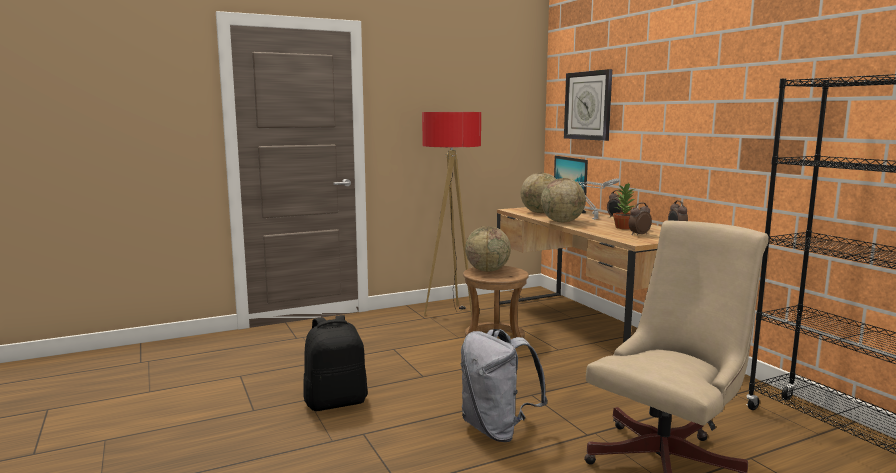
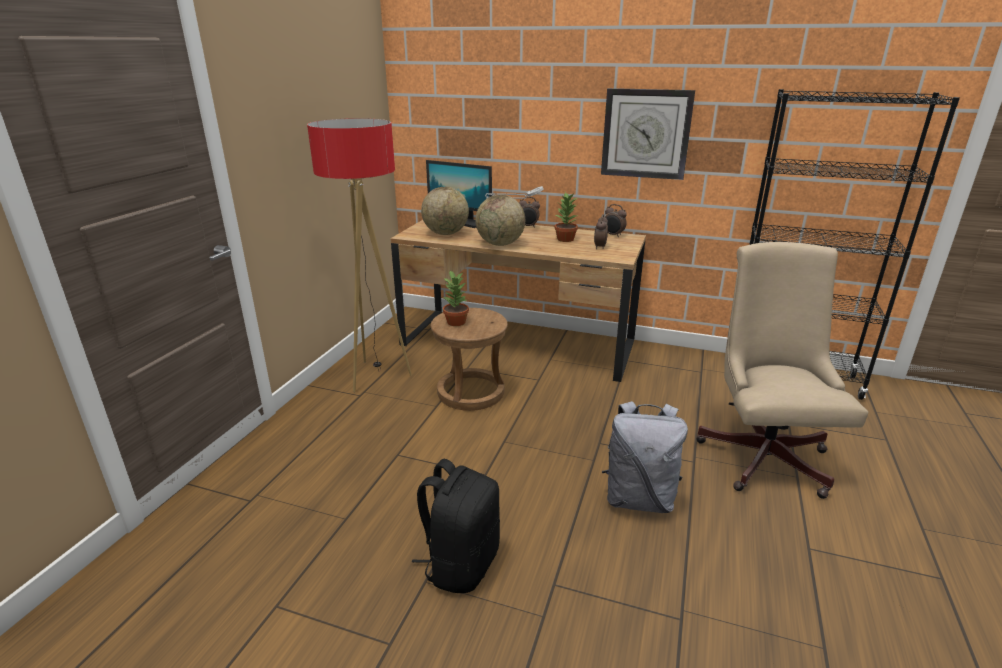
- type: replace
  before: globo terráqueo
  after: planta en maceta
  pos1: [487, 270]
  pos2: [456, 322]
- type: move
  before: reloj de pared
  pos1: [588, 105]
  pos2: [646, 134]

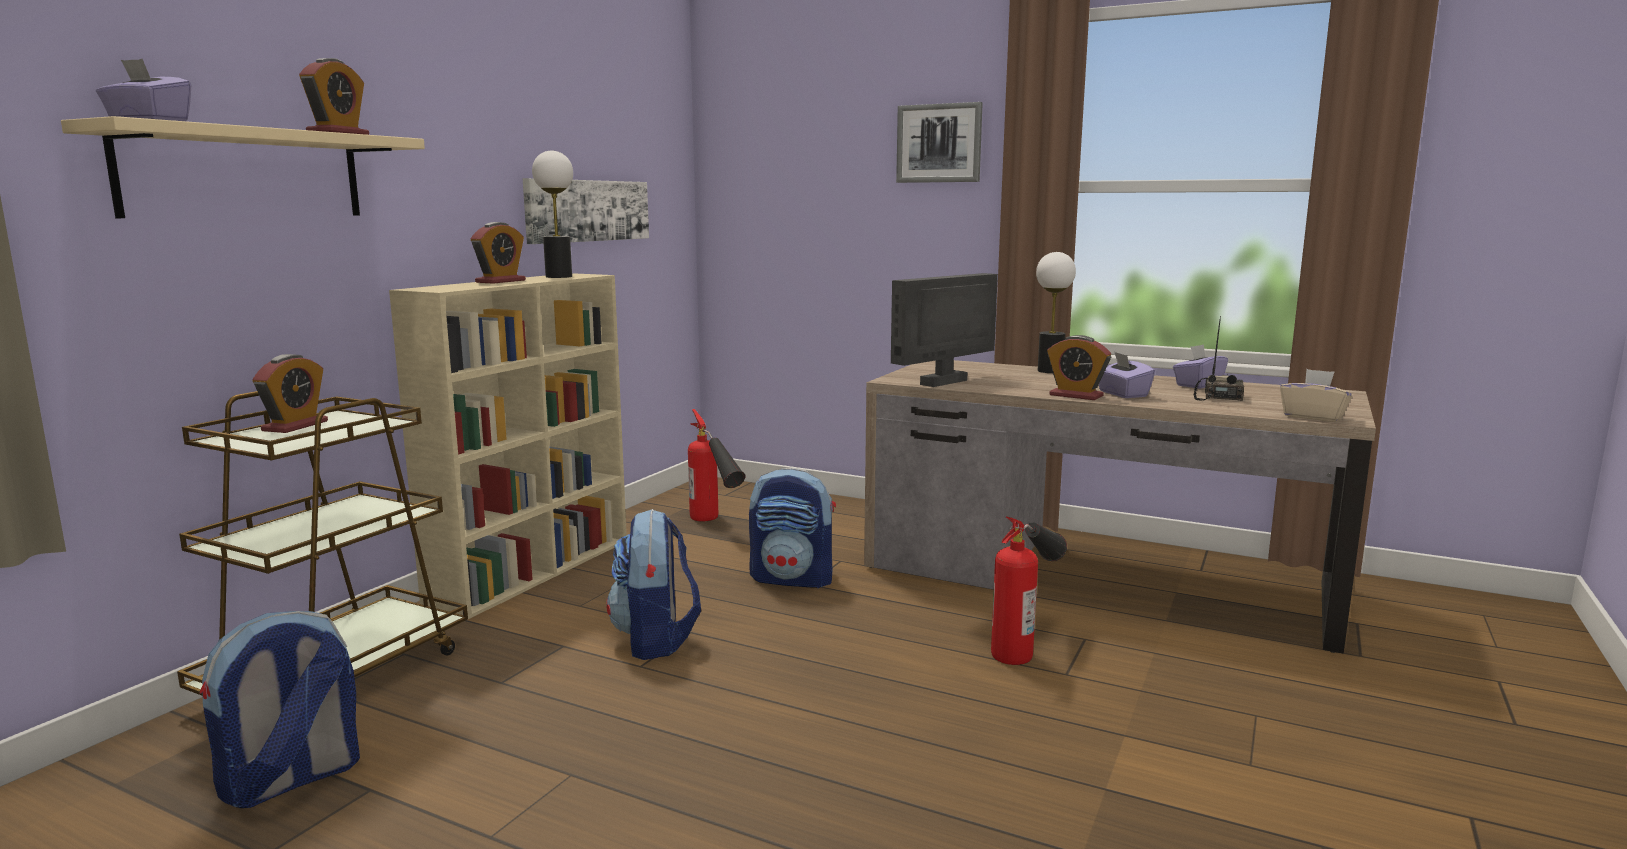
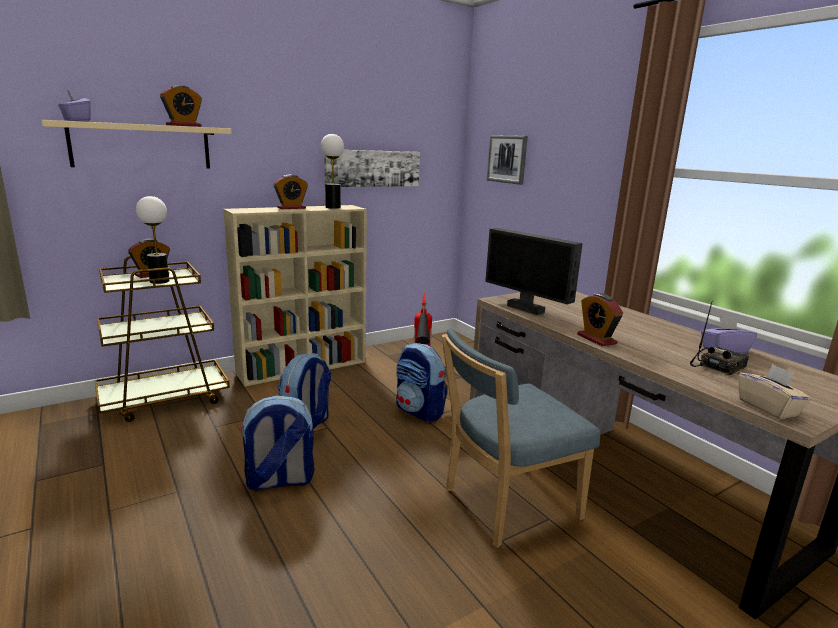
- type: move
  before: mochila
  pos1: [291, 780]
  pos2: [279, 481]
- type: rotate
  before: monitor
  pos1: [945, 382]
  pos2: [526, 309]
  turn: -120
- type: move
  before: cuadro
  pos1: [939, 143]
  pos2: [507, 159]
- type: replace
  before: extintor
  after: silla/azul
  pos1: [1025, 641]
  pos2: [505, 505]
- type: move
  before: lámpara de mesa
  pos1: [1050, 371]
  pos2: [159, 281]
- type: delete
  before: caja de pañuelos/morado
  pos1: [1122, 394]

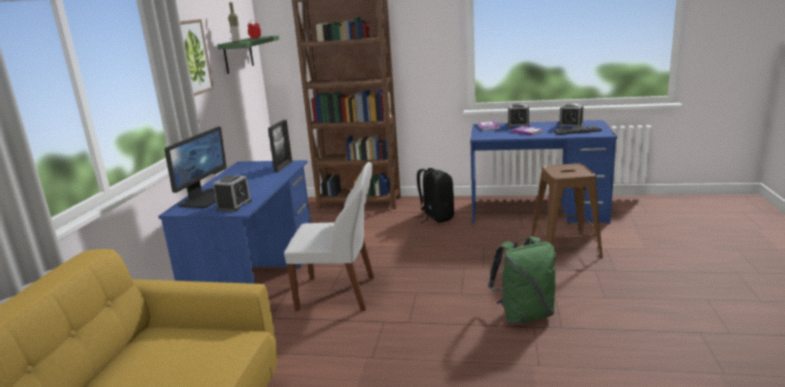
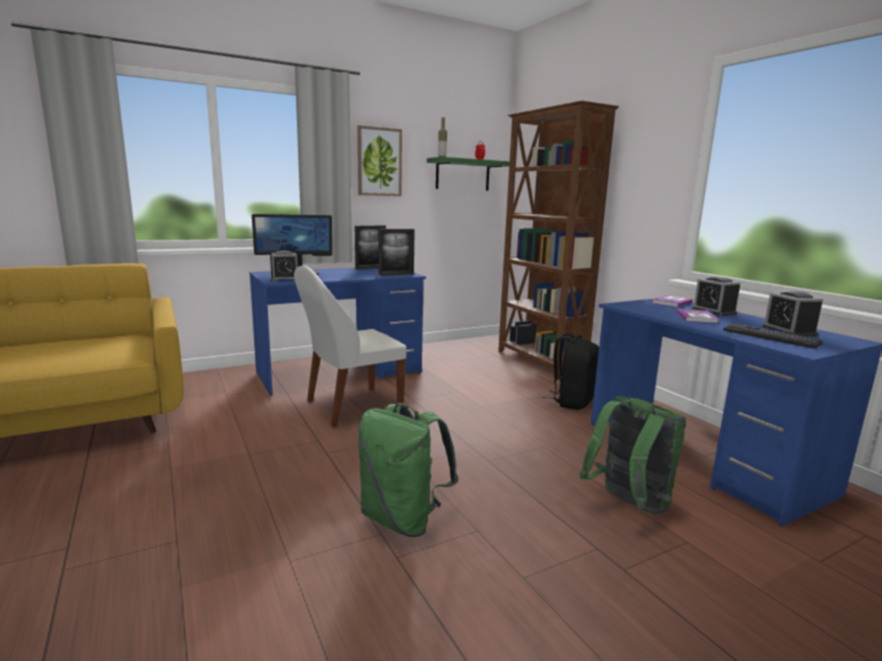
- type: rotate
  before: silla/blanco
  pos1: [339, 294]
  pos2: [351, 407]
  turn: 90
- type: replace
  before: taburete/marrón
  after: mochila/verde
  pos1: [565, 248]
  pos2: [628, 505]
- type: insert
  after: portarretratos
  pos2: [370, 268]

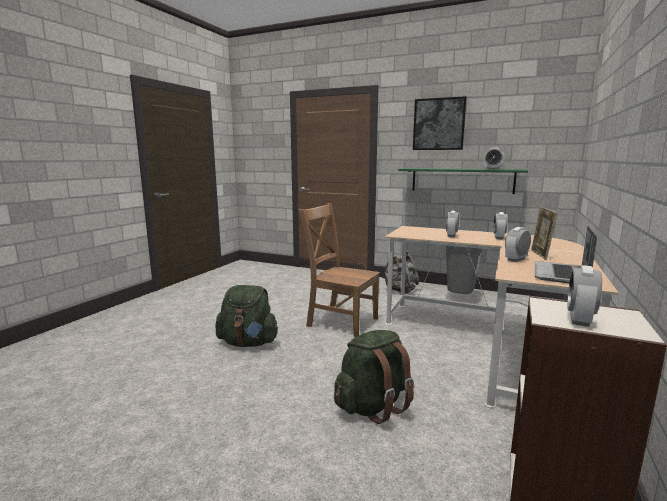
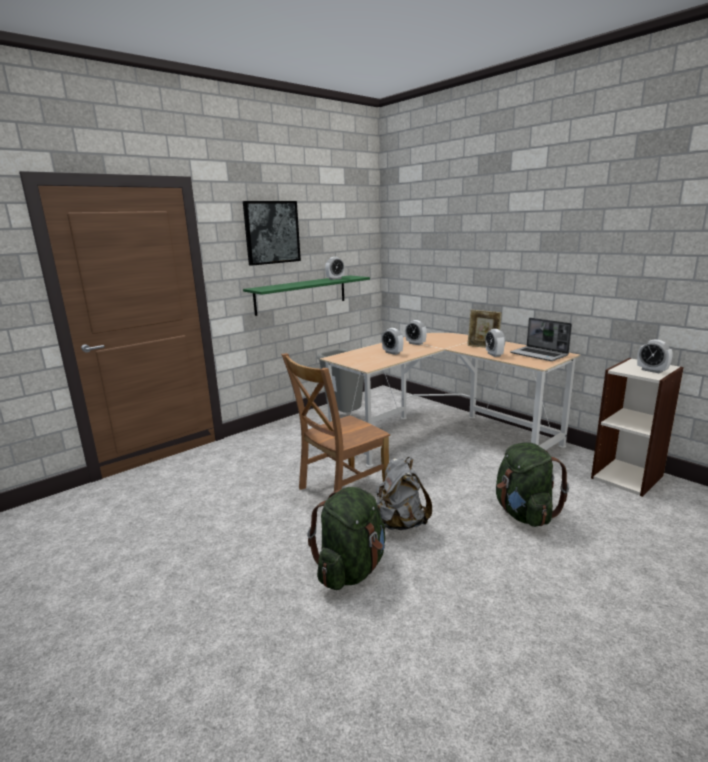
- type: move
  before: mochila/gris
  pos1: [400, 290]
  pos2: [400, 523]

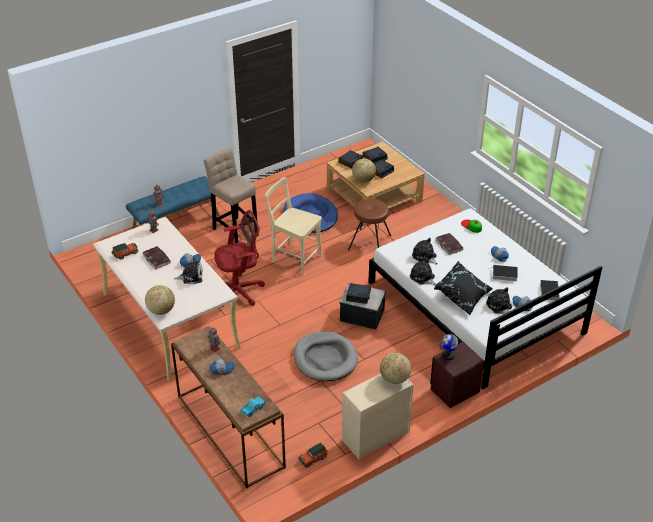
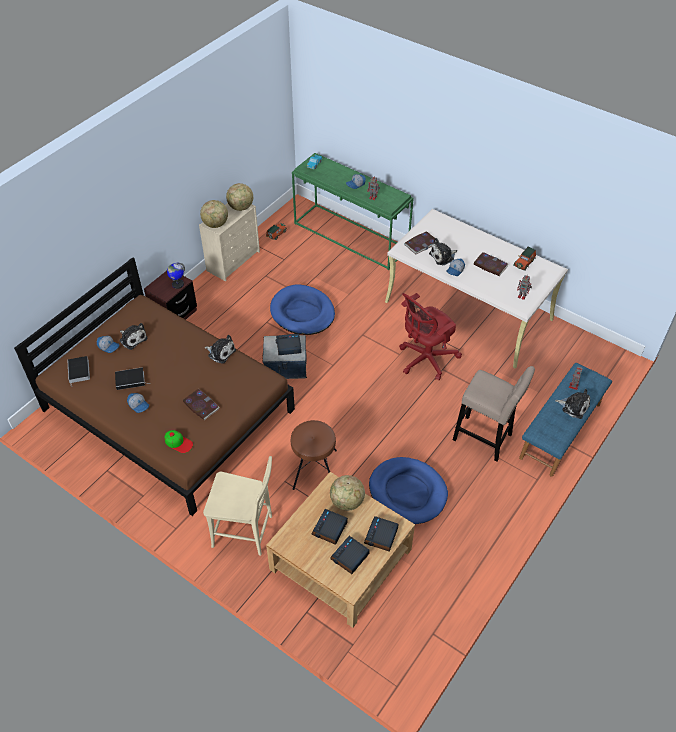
- type: move
  before: globo terráqueo
  pos1: [161, 310]
  pos2: [241, 207]
- type: recolor
  before: mesa consola/marrón
  after: mesa consola/verde
  pos1: [228, 431]
  pos2: [352, 236]
- type: move
  before: silla/beis
  pos1: [294, 258]
  pos2: [246, 532]
- type: recolor
  before: cama para perro/gris
  after: cama para perro/azul
  pos1: [325, 359]
  pos2: [302, 312]
- type: recolor
  before: cama/blanco
  after: cama/marrón
  pos1: [474, 307]
  pos2: [168, 409]
- type: move
  before: peluche
  pos1: [425, 257]
  pos2: [573, 406]
- type: delete
  before: cojín/negro
  pos1: [463, 296]
- type: insert
  after: libro
  pos2: [421, 244]

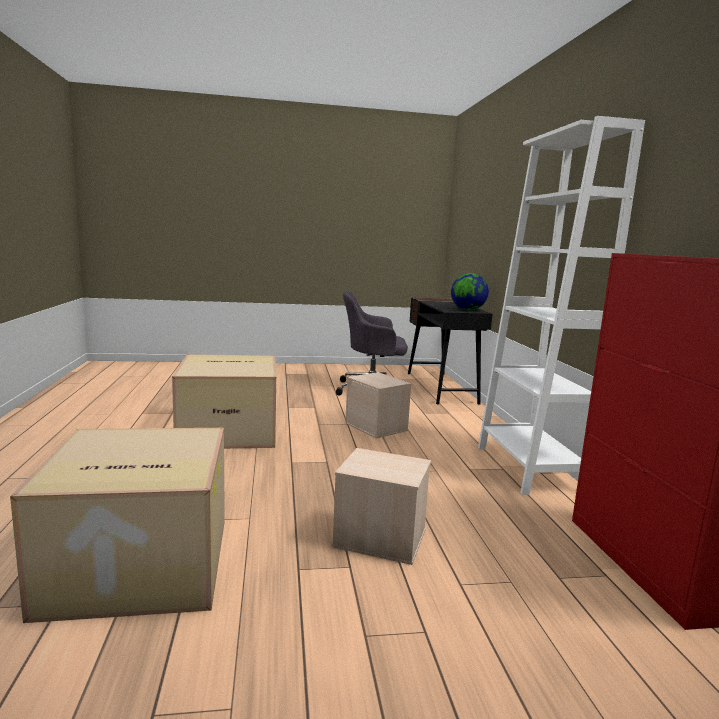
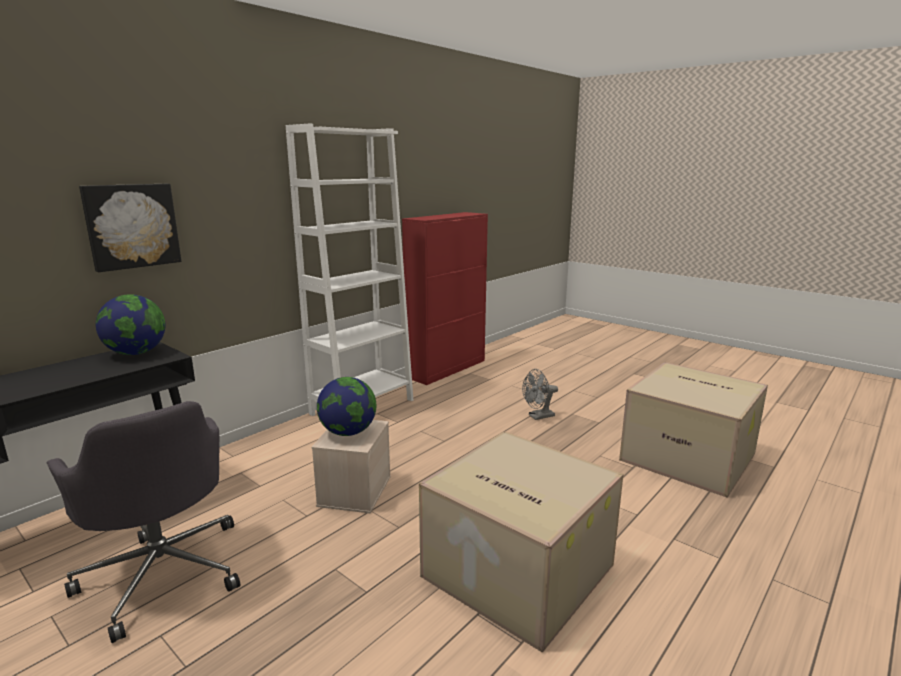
- type: replace
  before: caja de almacenaje/beis
  after: ventilador/gris
  pos1: [378, 538]
  pos2: [538, 416]
- type: insert
  after: cuadro
  pos2: [132, 226]
- type: insert
  after: globo terráqueo
  pos2: [348, 432]

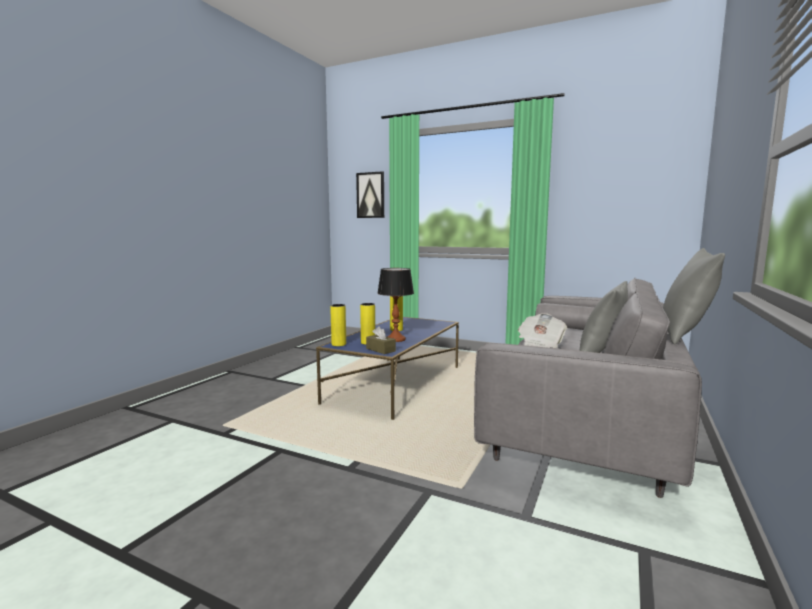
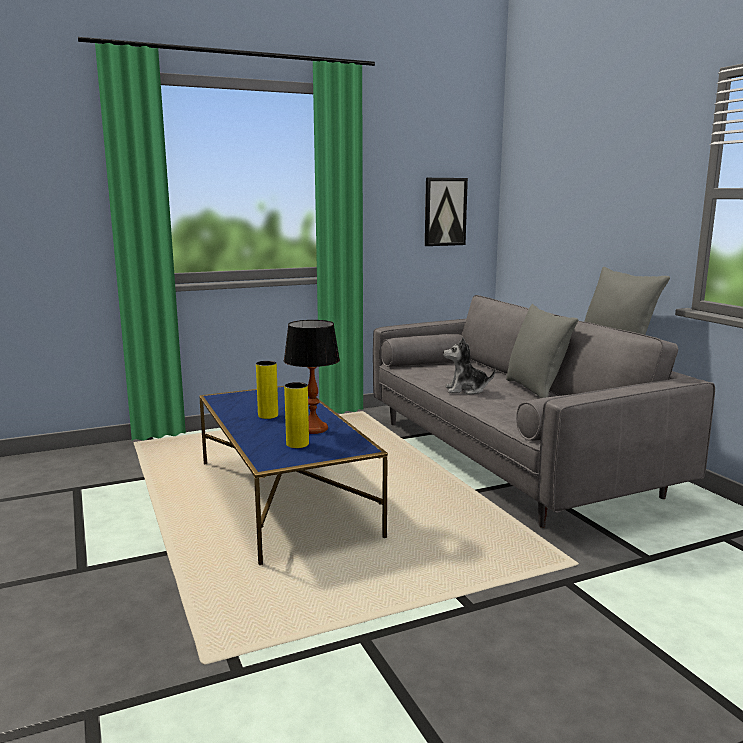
- type: delete
  before: florero/amarillo
  pos1: [338, 344]
- type: move
  before: cuadro
  pos1: [371, 195]
  pos2: [445, 212]
- type: delete
  before: caja de pañuelos/marrón
  pos1: [380, 350]
- type: replace
  before: periódico
  after: peluche
  pos1: [540, 344]
  pos2: [466, 390]

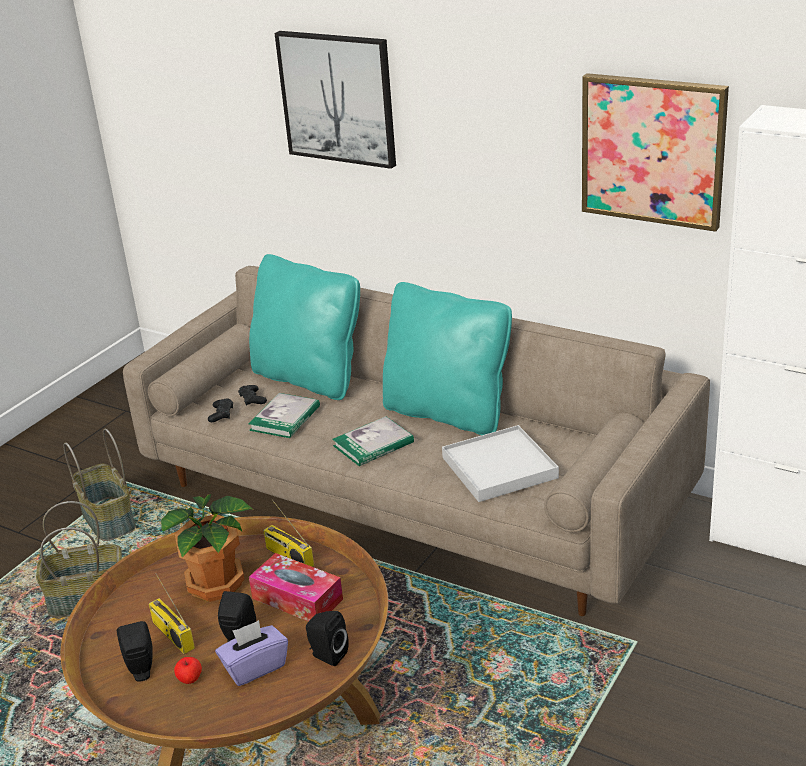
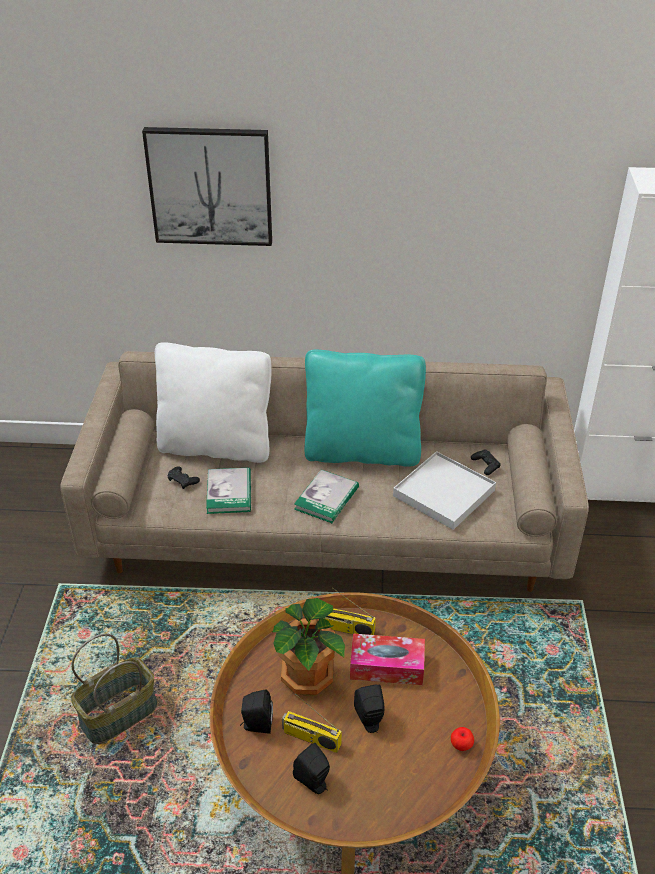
- type: delete
  before: cesta
  pos1: [109, 519]
- type: move
  before: manzana
  pos1: [190, 679]
  pos2: [461, 745]
- type: move
  before: mando de consola/negro
  pos1: [221, 414]
  pos2: [485, 465]
- type: delete
  before: caja de pañuelos/morado
  pos1: [255, 667]
- type: recolor
  before: cojín/turquesa
  after: cojín/blanco
  pos1: [309, 378]
  pos2: [216, 446]
- type: move
  before: altavoz/negro
  pos1: [327, 655]
  pos2: [256, 725]
- type: delete
  before: cuadro
  pos1: [653, 150]

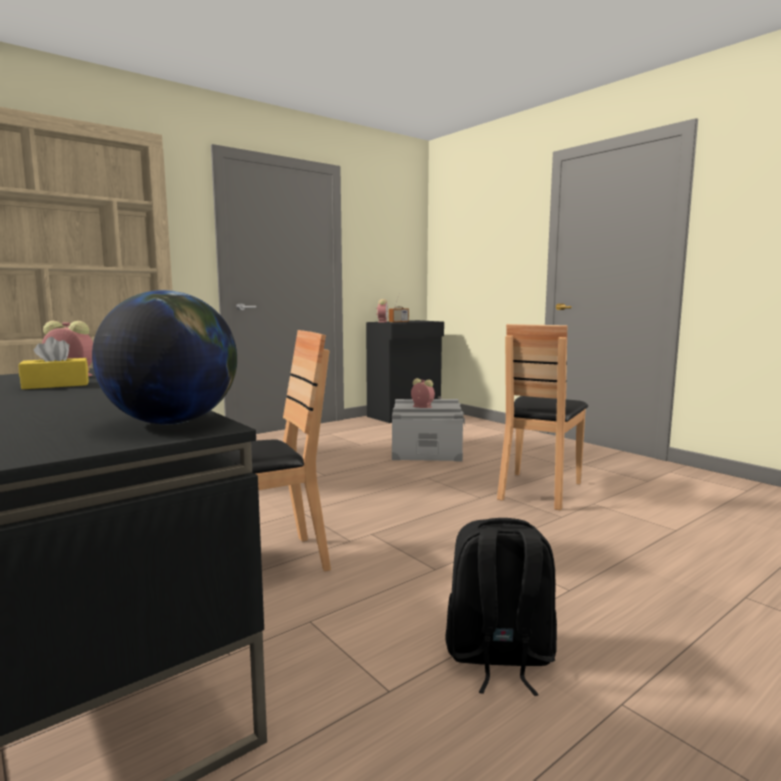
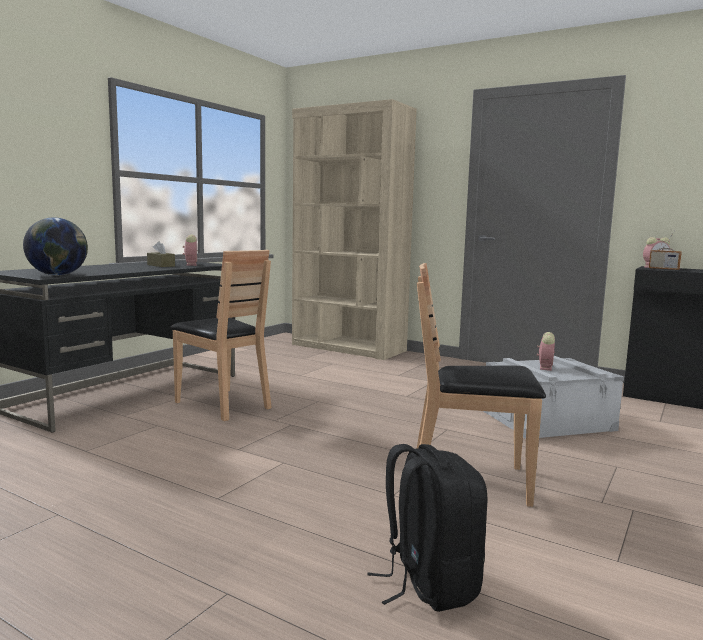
- type: recolor
  before: caja de pañuelos/amarillo
  after: caja de pañuelos/marrón
  pos1: [56, 385]
  pos2: [161, 265]
- type: move
  before: mochila/negro
  pos1: [498, 657]
  pos2: [428, 583]

